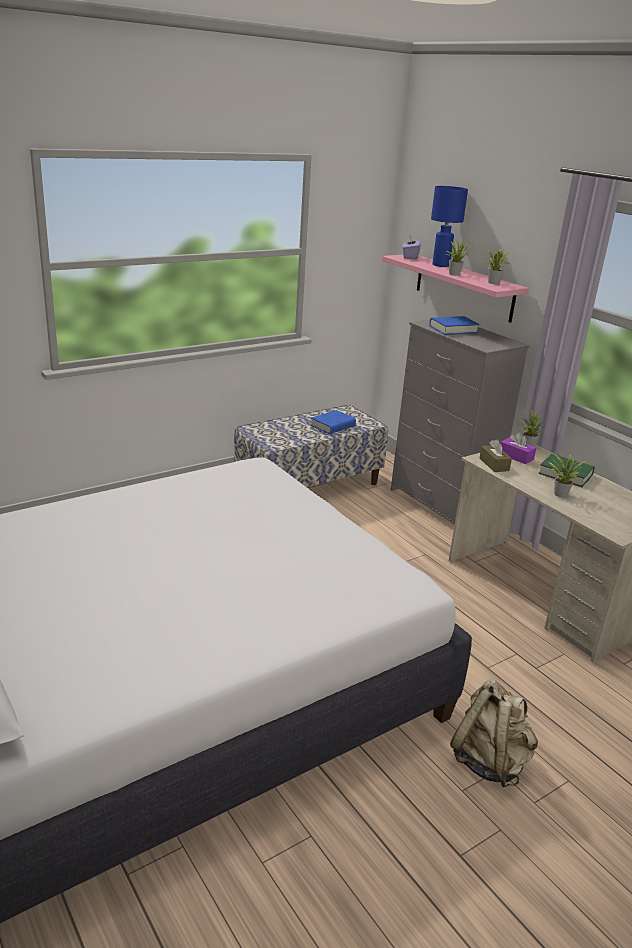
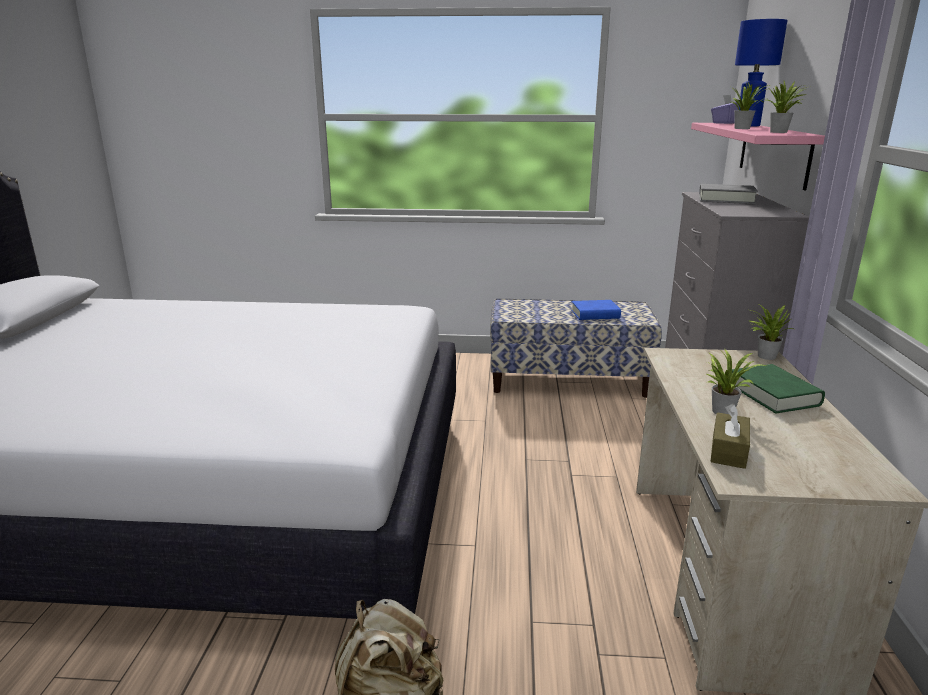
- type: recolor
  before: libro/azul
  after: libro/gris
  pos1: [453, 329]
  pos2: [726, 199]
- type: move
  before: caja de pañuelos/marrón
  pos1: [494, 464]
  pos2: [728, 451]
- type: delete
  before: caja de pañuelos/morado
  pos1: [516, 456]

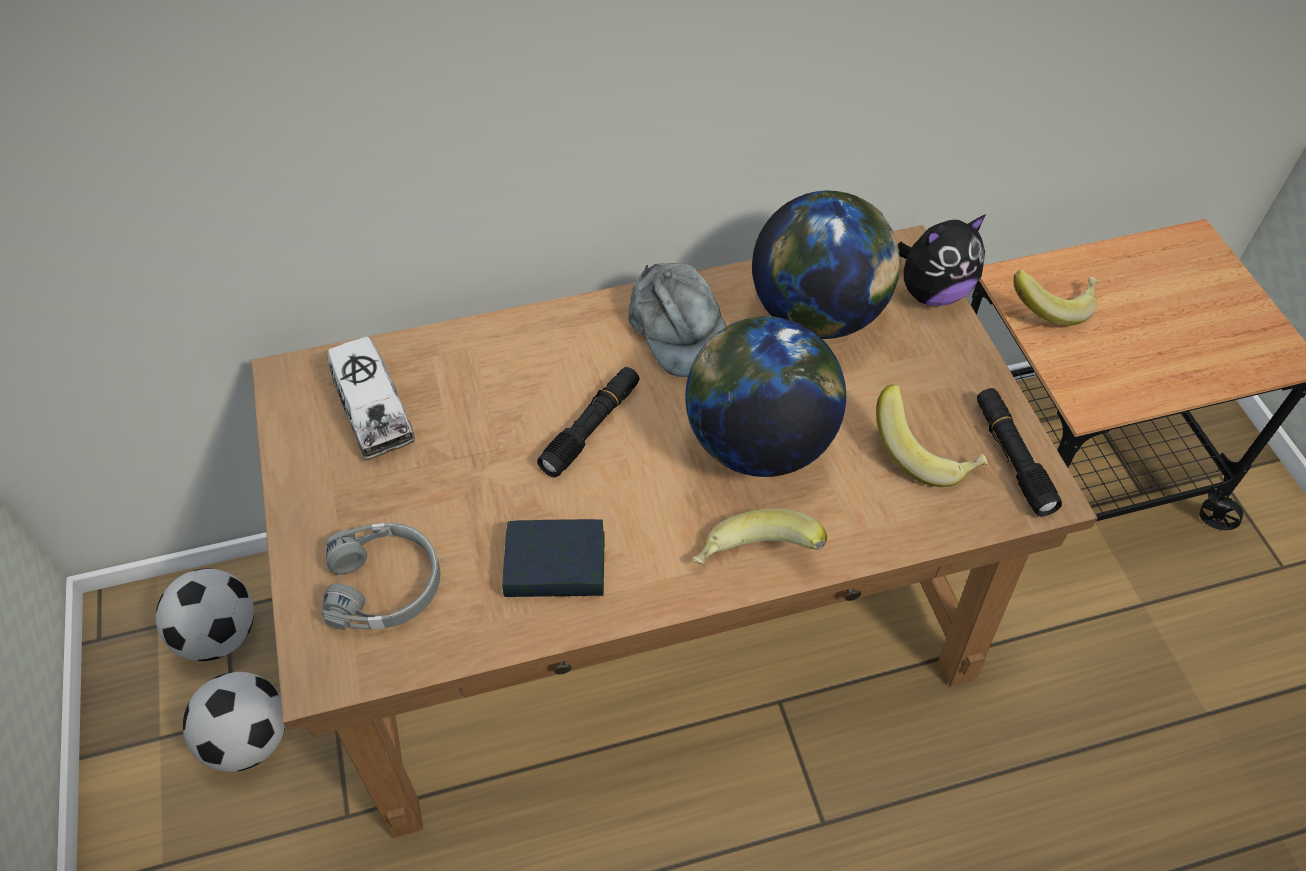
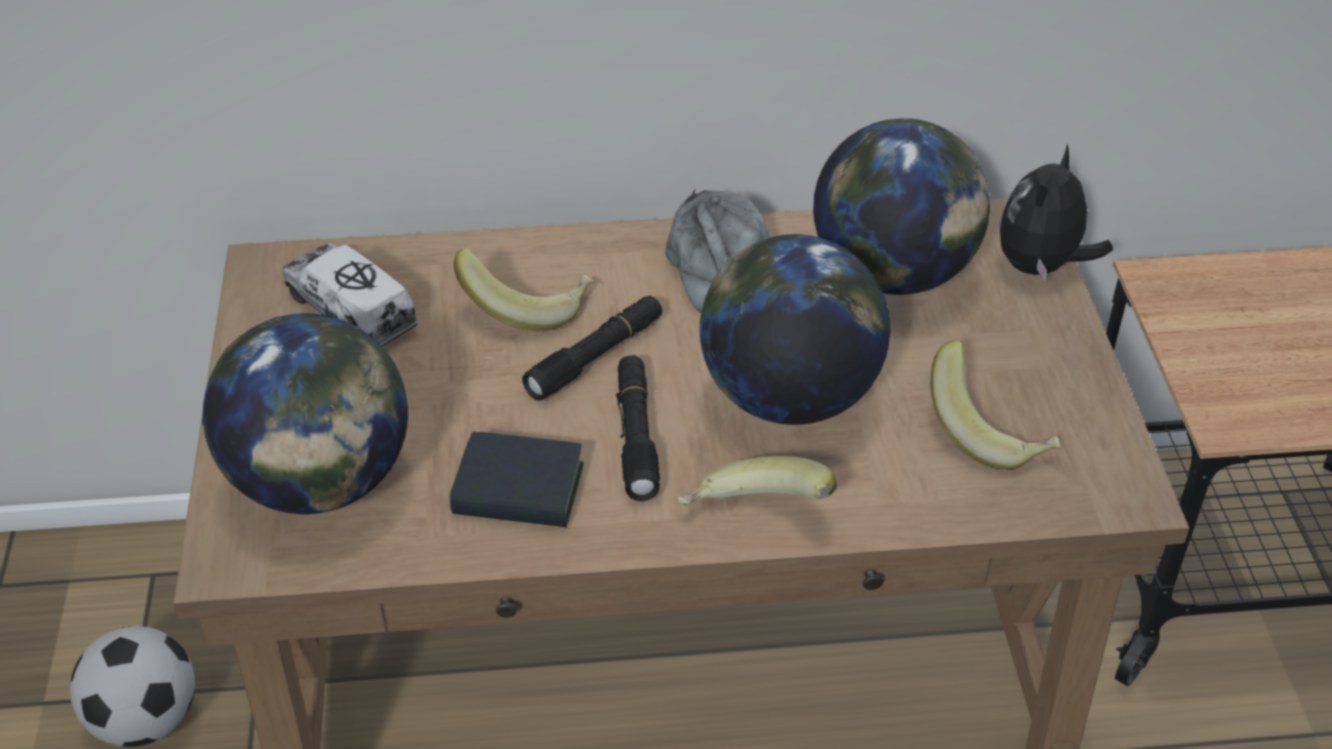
- type: delete
  before: balón de fútbol
  pos1: [219, 634]
- type: replace
  before: auriculares/gris
  after: globo terráqueo
  pos1: [386, 584]
  pos2: [321, 483]
- type: rotate
  before: camión de juguete
  pos1: [374, 411]
  pos2: [351, 311]
  turn: 150
- type: rotate
  before: peluche
  pos1: [932, 292]
  pos2: [1041, 266]
  turn: 135
- type: move
  before: linterna/negro
  pos1: [1012, 457]
  pos2: [636, 436]
- type: move
  before: plátano
  pos1: [1051, 306]
  pos2: [527, 306]

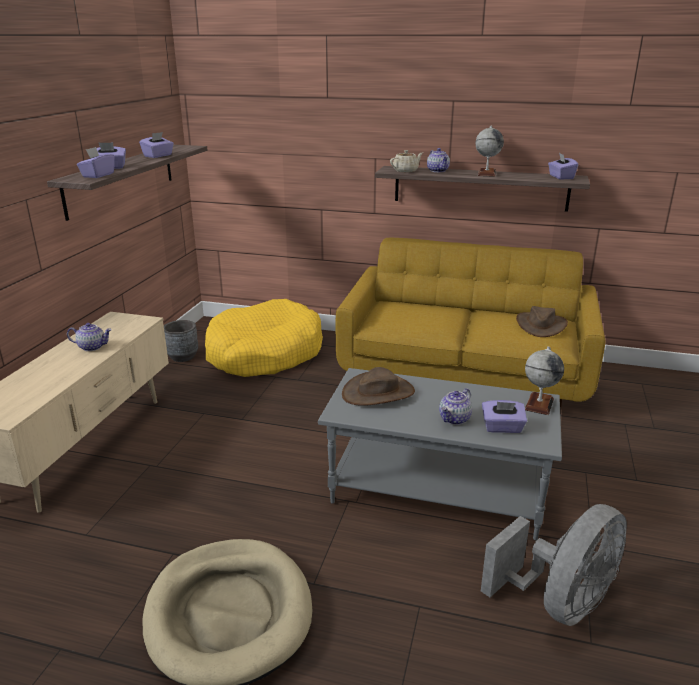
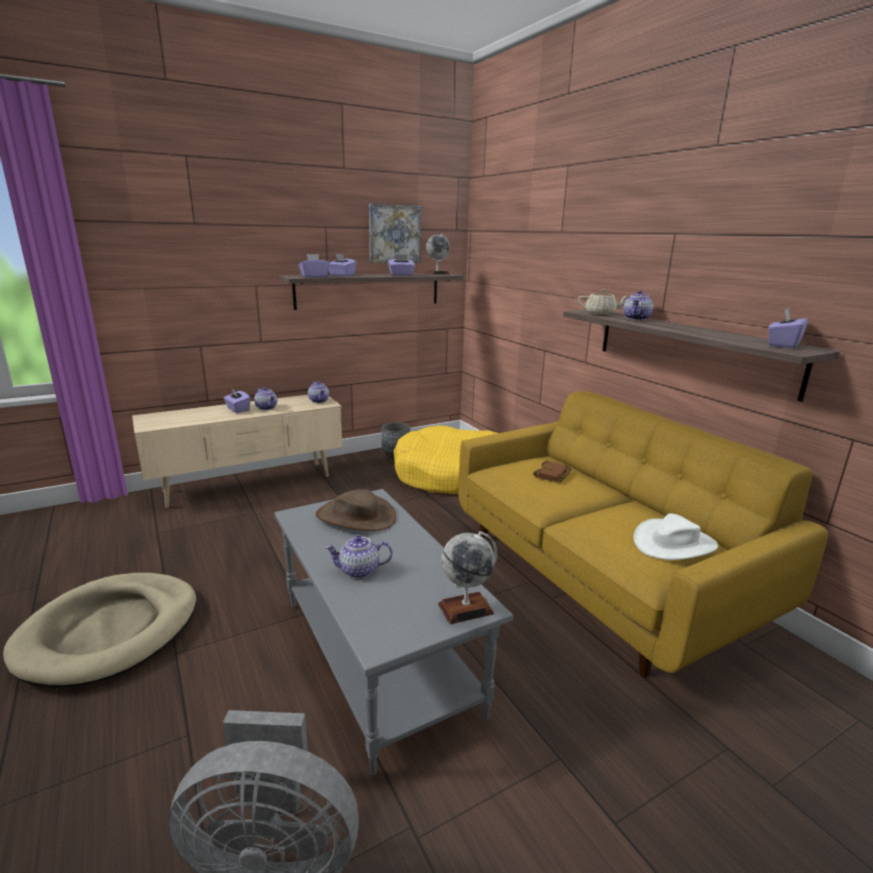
- type: move
  before: globo terráqueo
  pos1: [486, 173]
  pos2: [437, 274]
- type: move
  before: caja de pañuelos/morado
  pos1: [502, 428]
  pos2: [238, 409]
- type: recolor
  before: sombrero/marrón
  after: sombrero/blanco
  pos1: [540, 325]
  pos2: [674, 543]
- type: insert
  after: tetera
  pos2: [319, 401]
- type: insert
  after: cuadro
  pos2: [394, 234]
- type: insert
  after: libro/marrón
  pos2: [553, 475]

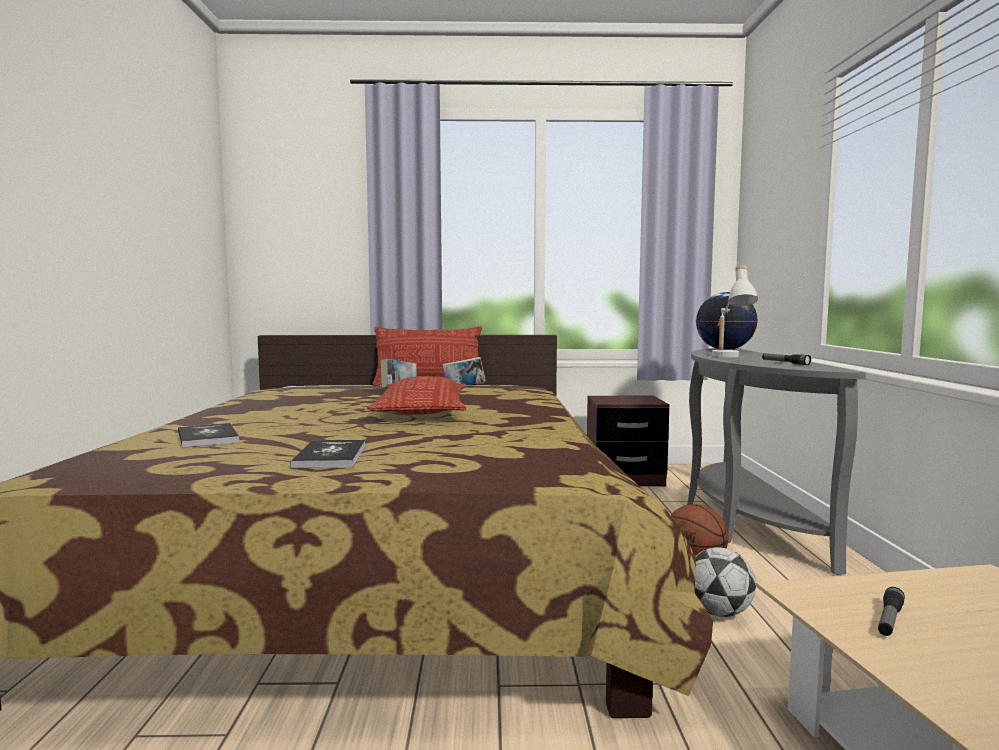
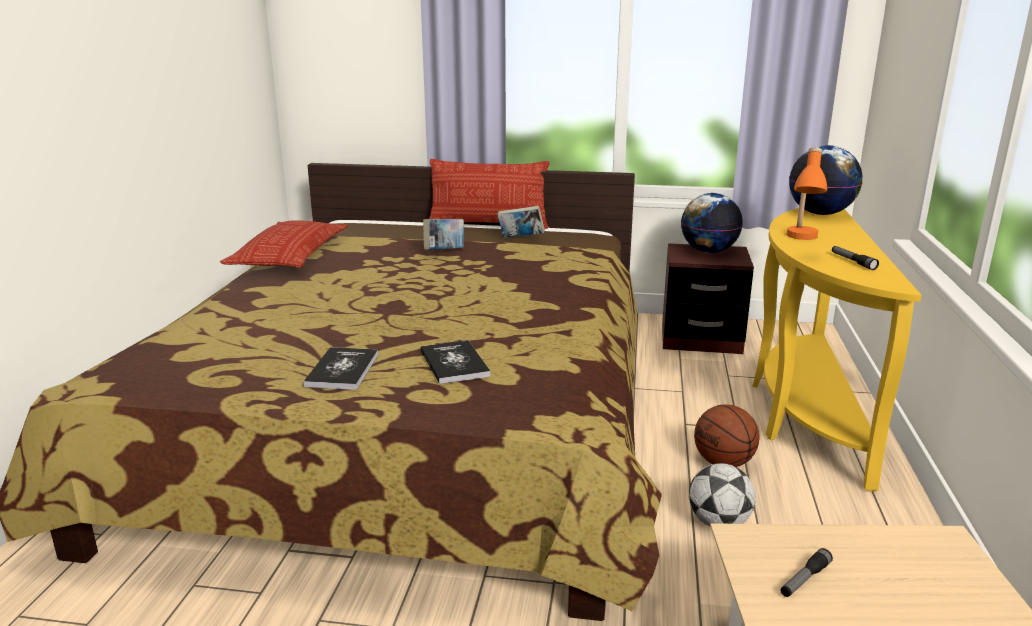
- type: move
  before: libro
  pos1: [207, 437]
  pos2: [454, 363]
- type: move
  before: cojín
  pos1: [422, 409]
  pos2: [290, 255]
- type: recolor
  before: mesa consola/gris
  after: mesa consola/amarillo
  pos1: [742, 522]
  pos2: [804, 413]
- type: recolor
  before: lámpara de mesa/blanco
  after: lámpara de mesa/naranja
  pos1: [729, 358]
  pos2: [801, 241]
- type: insert
  after: globo terráqueo
  pos2: [708, 251]

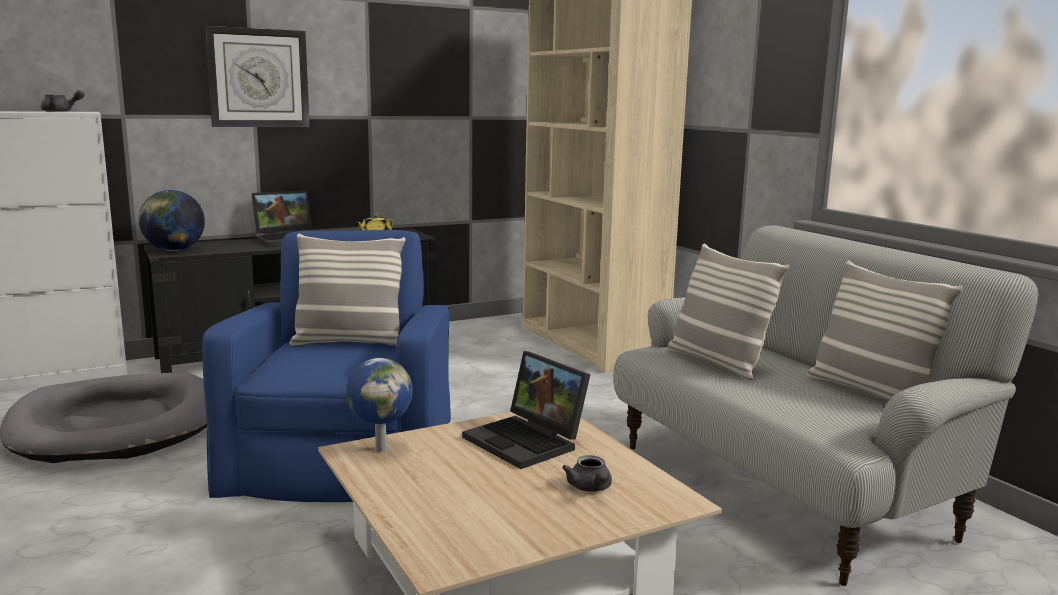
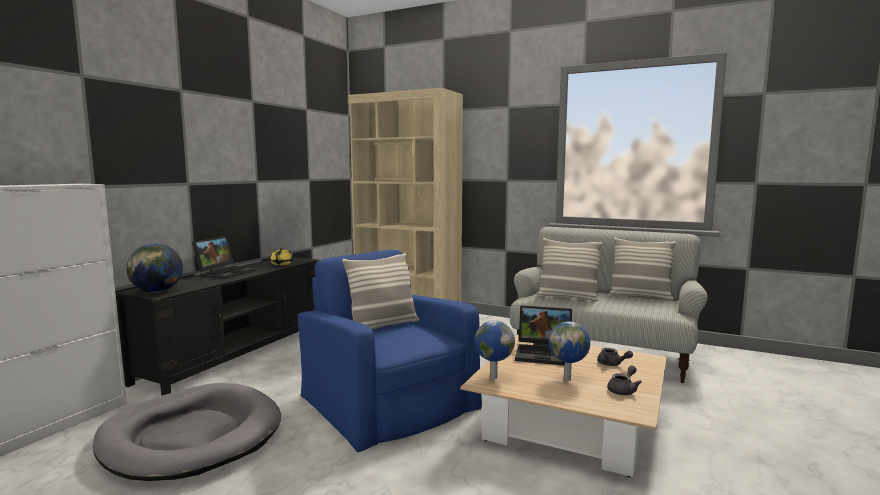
- type: move
  before: tetera/gris
  pos1: [61, 111]
  pos2: [623, 390]
- type: delete
  before: reloj de pared
  pos1: [258, 78]
- type: insert
  after: globo terráqueo
  pos2: [568, 379]

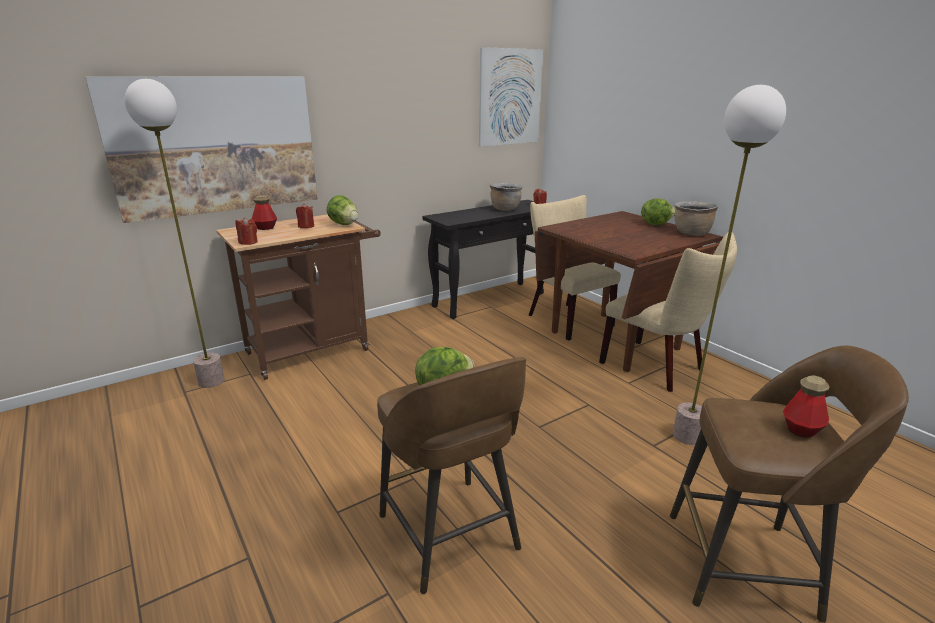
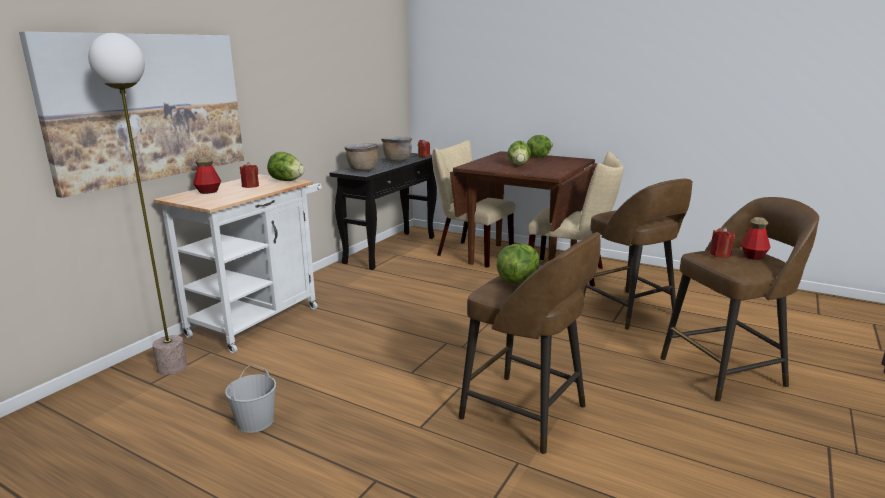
- type: recolor
  before: carrito/marrón
  after: carrito/blanco
  pos1: [315, 349]
  pos2: [260, 318]
- type: move
  before: vela/rojo
  pos1: [248, 242]
  pos2: [720, 254]
- type: delete
  before: cuadro
  pos1: [510, 97]
- type: replace
  before: lámpara de pie
  after: taburete/marrón
  pos1: [687, 436]
  pos2: [629, 310]
- type: move
  before: olla/marrón
  pos1: [691, 233]
  pos2: [362, 170]
- type: insert
  after: cubo/blanco
  pos2: [255, 421]
- type: insert
  after: lechuga
  pos2: [518, 165]

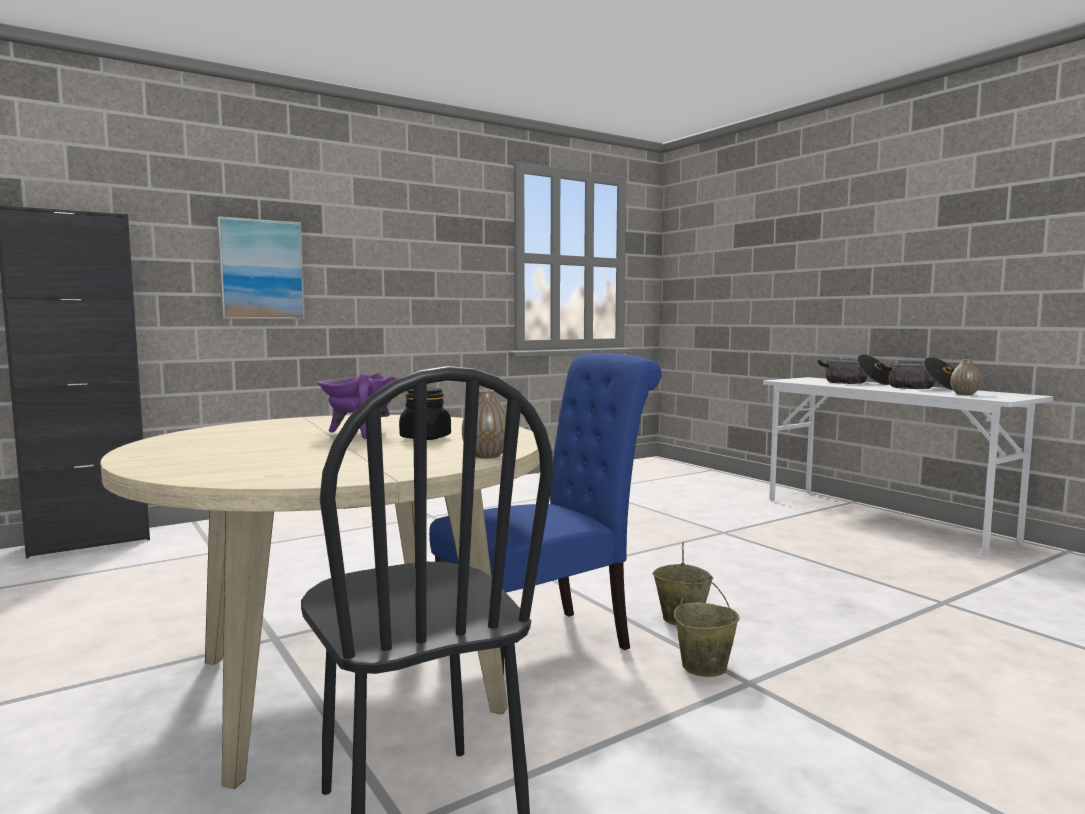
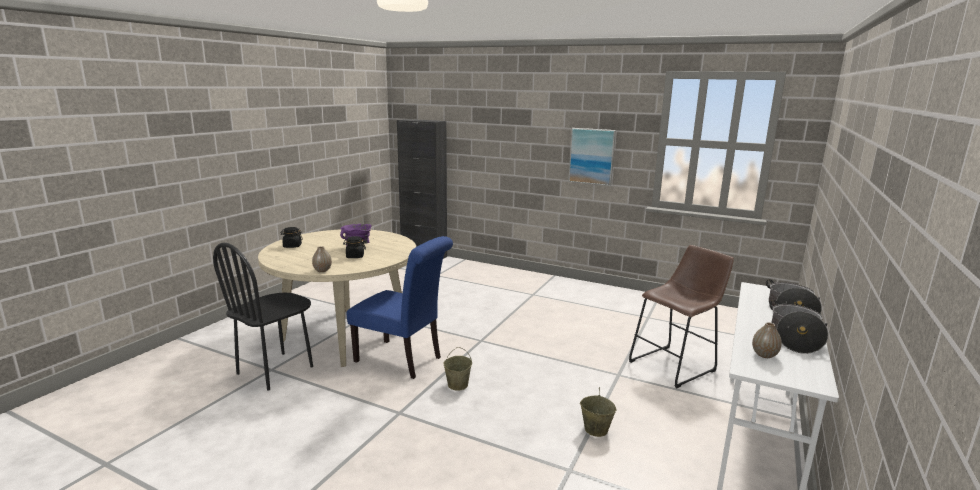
- type: move
  before: cuadro
  pos1: [261, 270]
  pos2: [591, 156]
- type: move
  before: cubo/beis
  pos1: [703, 667]
  pos2: [595, 429]
- type: insert
  after: tarro/negro
  pos2: [292, 246]
- type: insert
  after: taburete/marrón
  pos2: [675, 365]

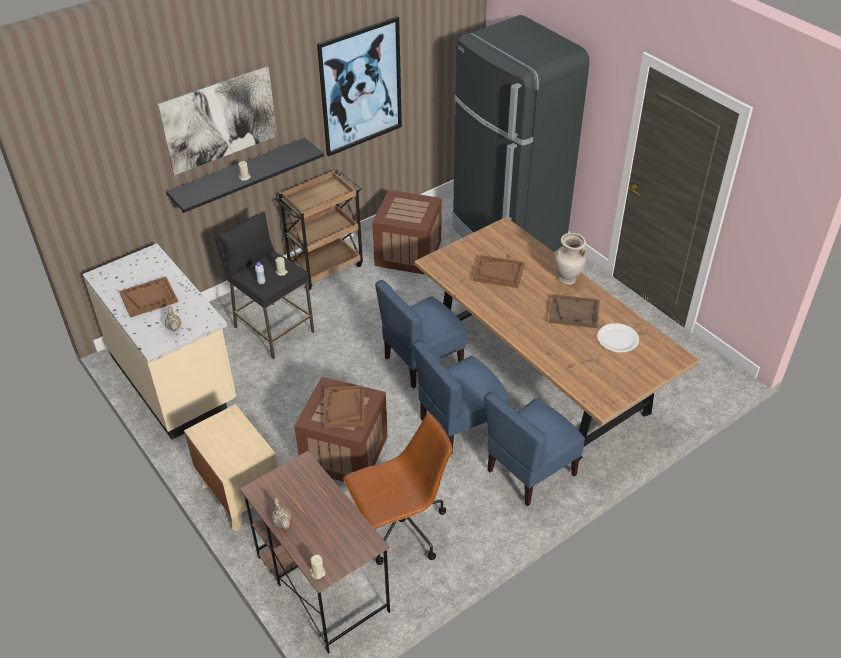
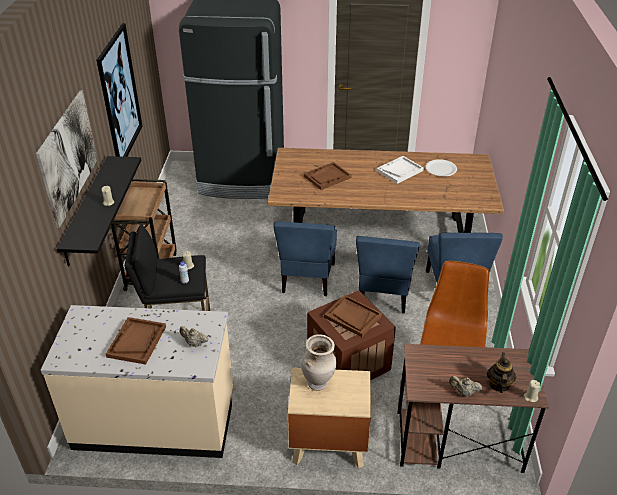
- type: delete
  before: caja de embalaje
  pos1: [408, 253]
- type: recolor
  before: bandeja/marrón
  after: bandeja/blanco
  pos1: [574, 312]
  pos2: [400, 170]
- type: move
  before: florero/beis
  pos1: [567, 280]
  pos2: [318, 384]
- type: insert
  after: tetera
  pos2: [498, 385]

